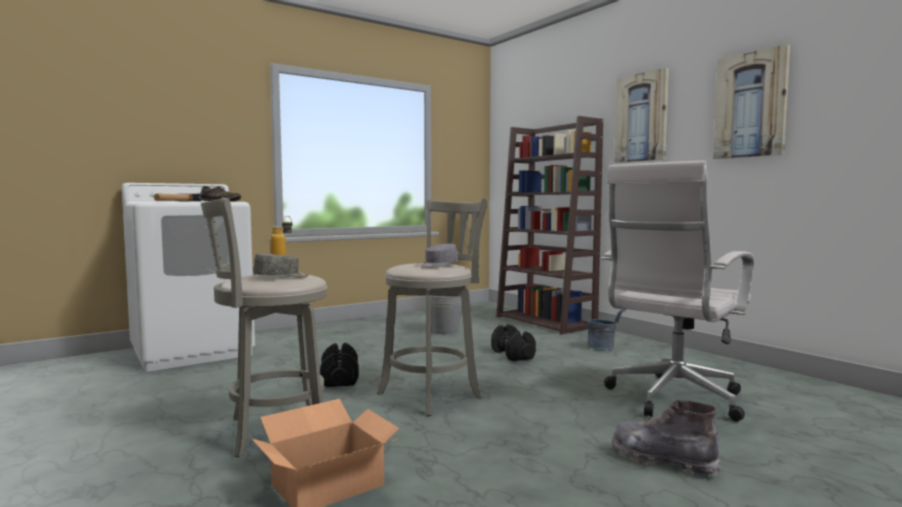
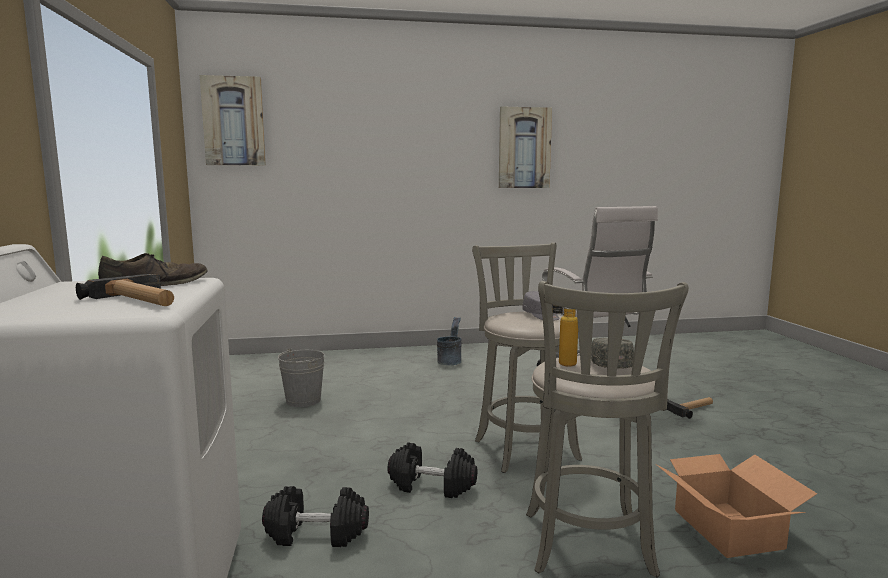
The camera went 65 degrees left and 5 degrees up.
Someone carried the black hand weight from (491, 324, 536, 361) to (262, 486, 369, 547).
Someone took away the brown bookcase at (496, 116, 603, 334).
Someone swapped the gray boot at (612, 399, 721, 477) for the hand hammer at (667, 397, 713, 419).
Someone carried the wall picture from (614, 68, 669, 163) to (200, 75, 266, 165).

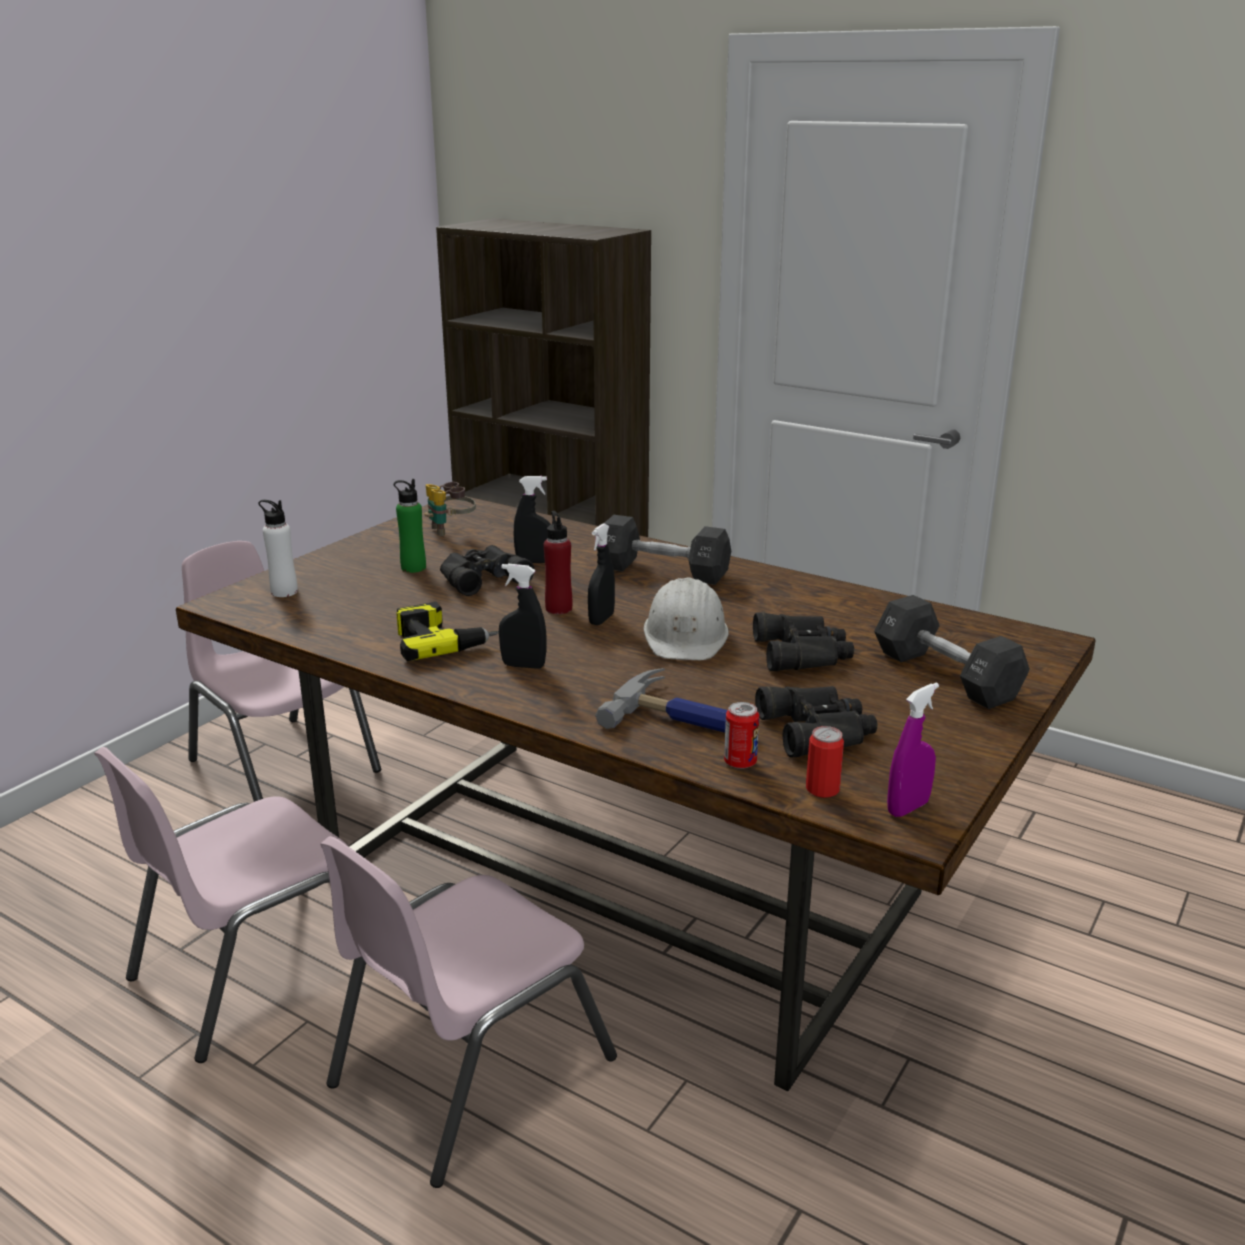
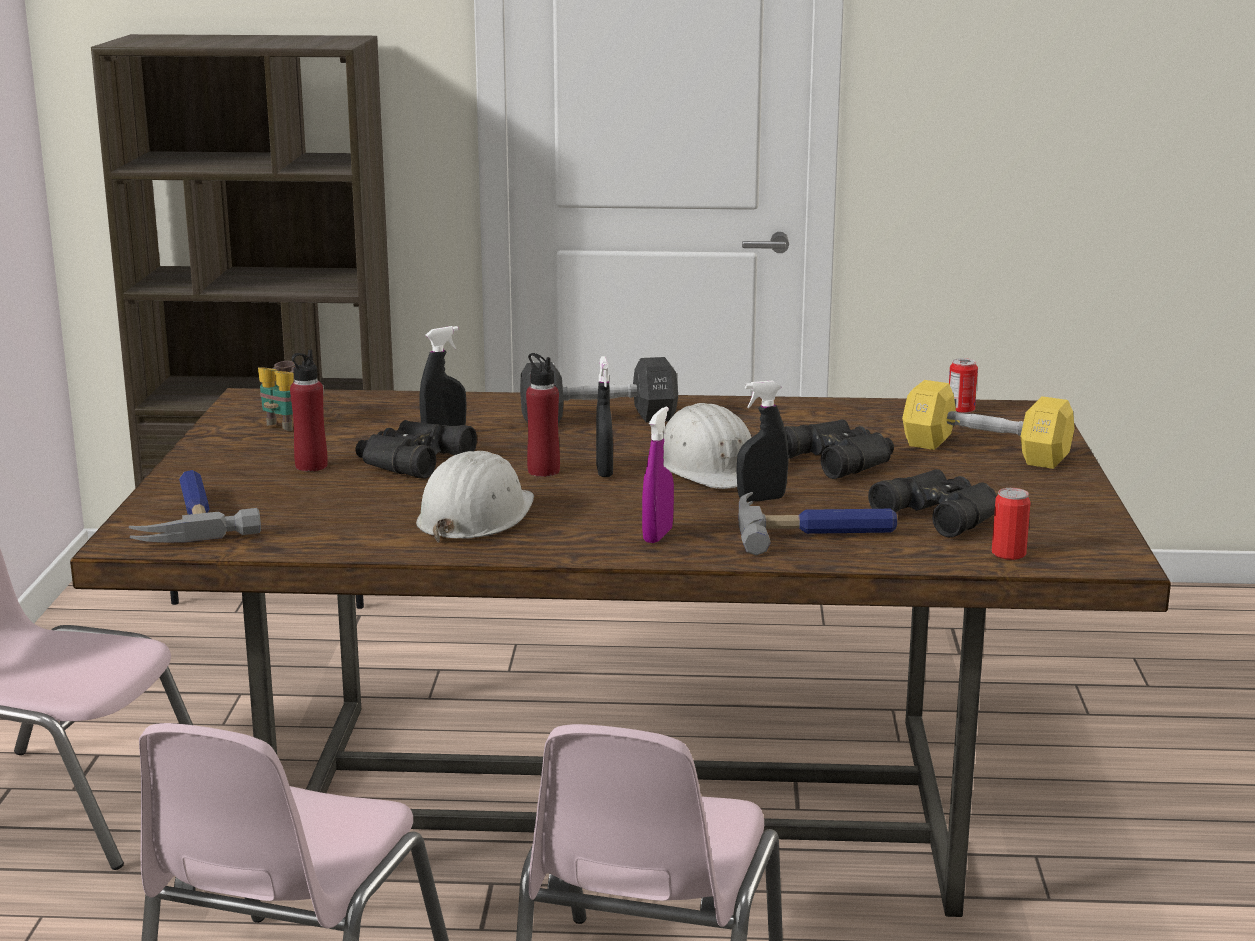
The camera went 30 degrees left and 5 degrees down.
Someone swapped the white beverage bottle at (258, 500, 298, 597) for the hand hammer at (129, 470, 261, 542).
Someone repainted the green-coloured beverage bottle at (394, 479, 426, 573), which became the red-coloured beverage bottle at (290, 350, 328, 471).
Someone swapped the drill at (396, 602, 499, 661) for the white work helmet at (416, 451, 534, 543).
Someone carried the black sprayer from (499, 564, 547, 669) to (736, 380, 788, 502).
Someone carried the can from (724, 702, 759, 769) to (949, 358, 978, 414).
Someone repainted the black hand weight at (874, 595, 1030, 709), which became the yellowish hand weight at (902, 380, 1074, 469).
Someone carried the purplish sprayer from (887, 683, 939, 817) to (642, 407, 674, 543).

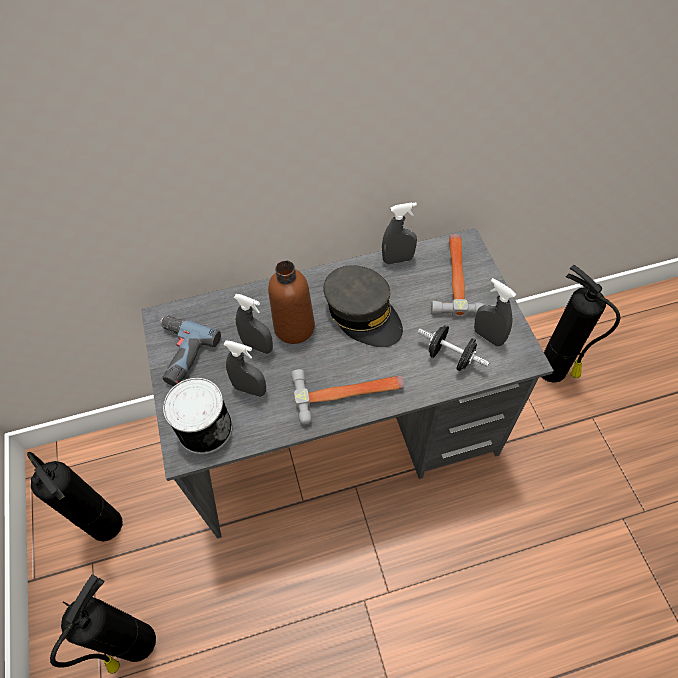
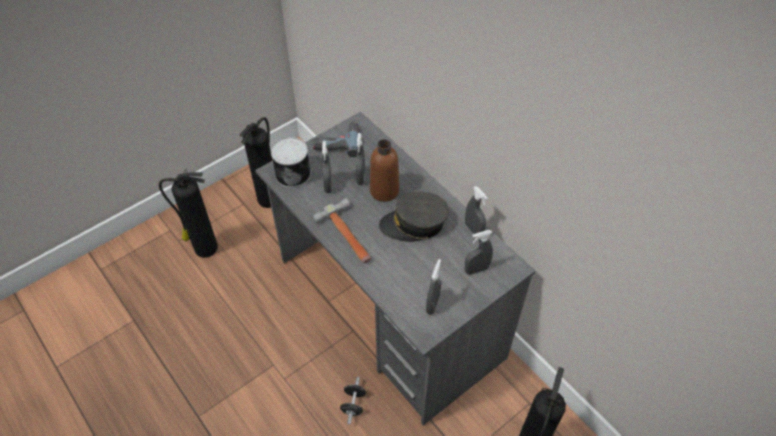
The camera went 65 degrees right and 5 degrees down.
Someone rotated the gray baseball cap at (324, 265, 403, 347) by 60 degrees clockwise.
Someone carried the black hand weight from (418, 325, 490, 371) to (340, 377, 366, 424).
Someone swapped the hand hammer at (431, 234, 484, 318) for the gray sprayer at (465, 230, 493, 275).

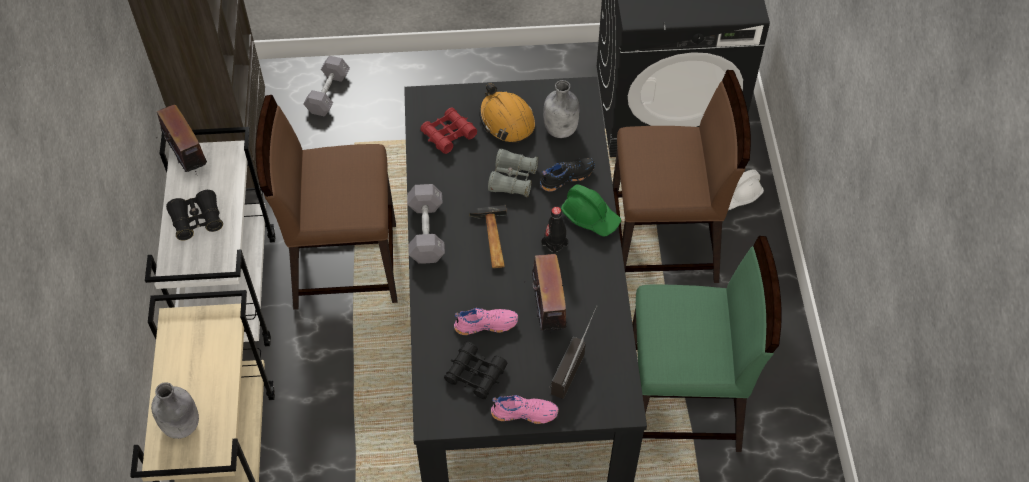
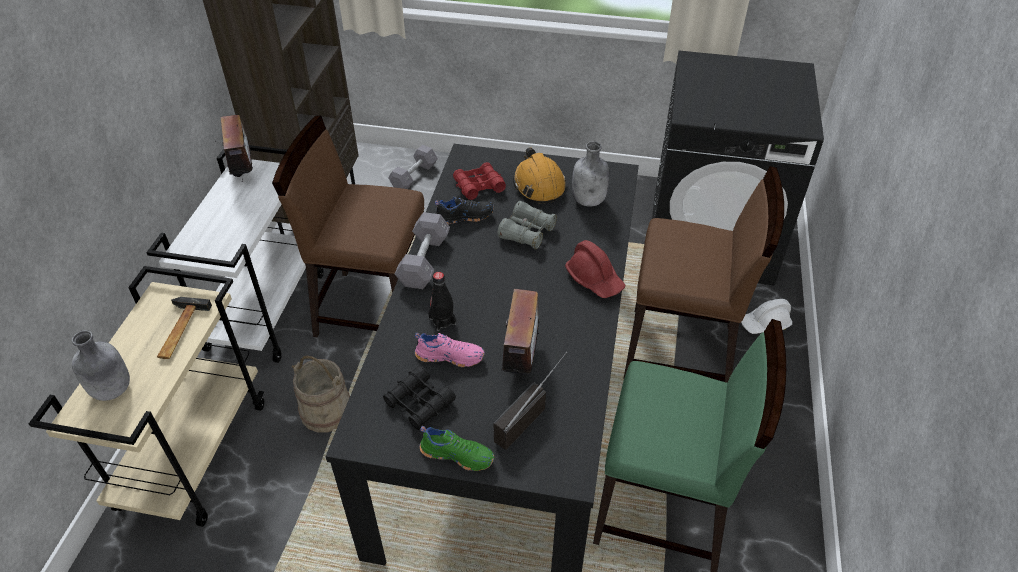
The camera went 15 degrees right and 10 degrees down.
Someone took away the black field glasses at (166, 190, 223, 241).
Someone carried the hand hammer from (469, 205, 506, 268) to (157, 297, 212, 359).
Someone repainted the pink-coloured low shoe at (491, 395, 559, 424), which became the green-coloured low shoe at (420, 426, 494, 471).
Someone carried the black low shoe from (540, 158, 595, 192) to (435, 196, 494, 225).
Someone carried the black beverage bottle from (542, 207, 568, 254) to (428, 272, 456, 332).
Someone repainted the green-coloured work helmet at (561, 184, 621, 237), which became the red-coloured work helmet at (565, 240, 625, 298).
Someone put down the beige-coloured pail at (292, 356, 350, 433).

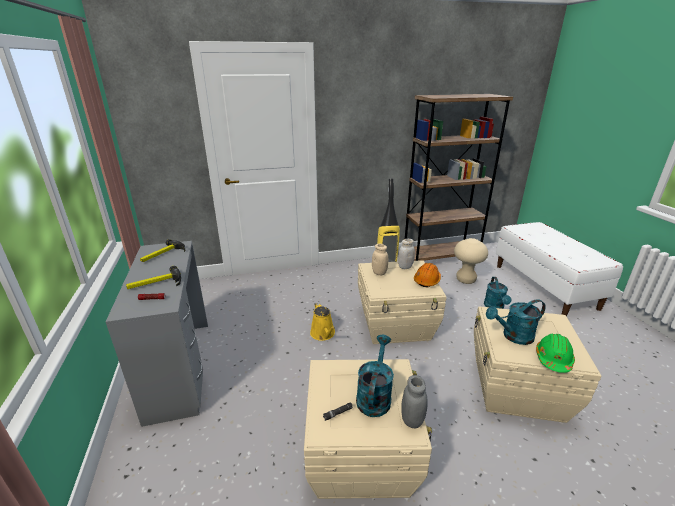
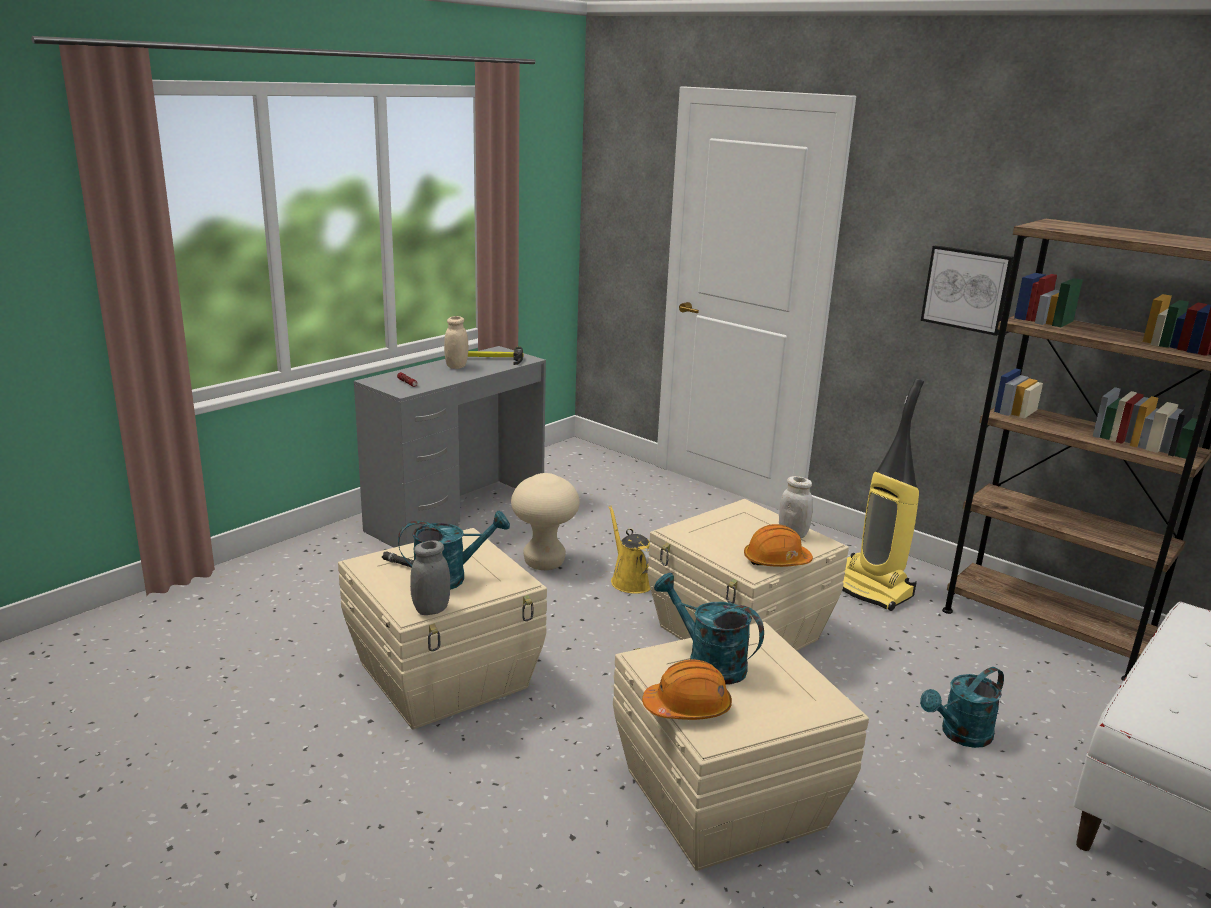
The camera went 55 degrees right and 5 degrees down.
Someone took away the hand hammer at (126, 266, 181, 289).
Someone rotated the yellowish watering pot at (310, 302, 335, 341) by 120 degrees clockwise.
Someone carried the beige-coloured preserve jar from (372, 244, 388, 275) to (444, 316, 468, 369).
Someone carried the beige-coloured stool seat from (454, 238, 488, 284) to (511, 473, 580, 570).
Someone repainted the green-coloured work helmet at (536, 334, 575, 373), which became the orange-coloured work helmet at (642, 659, 732, 720).
Someone put up the wall picture at (921, 245, 1013, 336).

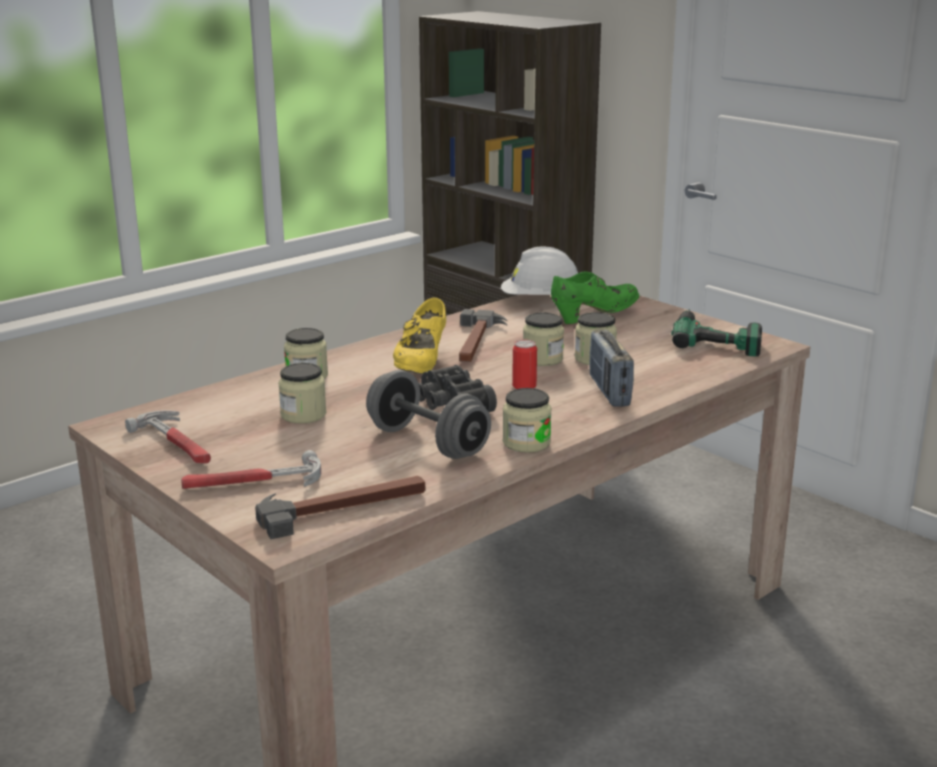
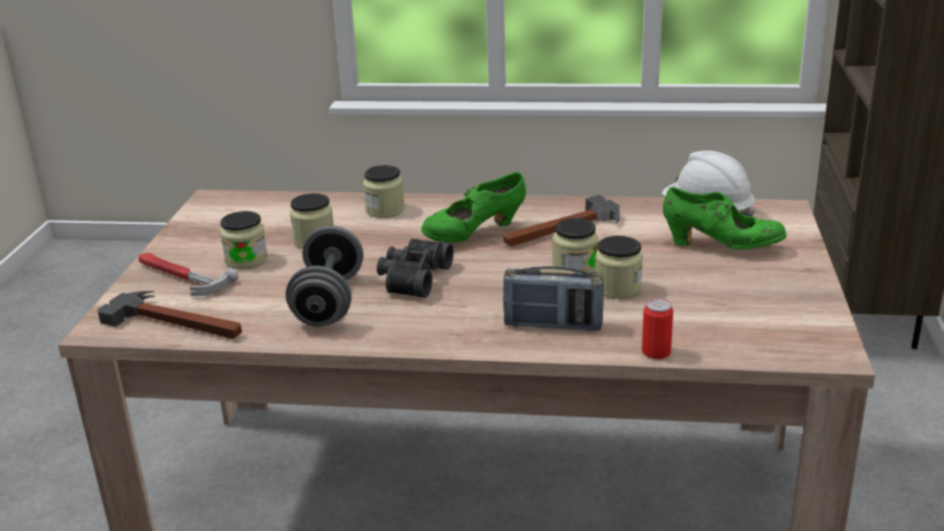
The camera went 50 degrees right and 5 degrees up.
Someone took away the hand hammer at (125, 410, 211, 463).
Someone repainted the yellowish low shoe at (393, 298, 446, 374), which became the green-coloured low shoe at (421, 172, 526, 243).
Someone carried the preserve jar from (503, 388, 552, 453) to (220, 211, 268, 269).
Someone carried the can from (512, 340, 537, 389) to (642, 298, 673, 359).
Someone rotated the radio set at (589, 330, 634, 407) by 120 degrees counterclockwise.
Someone took away the drill at (671, 309, 762, 357).

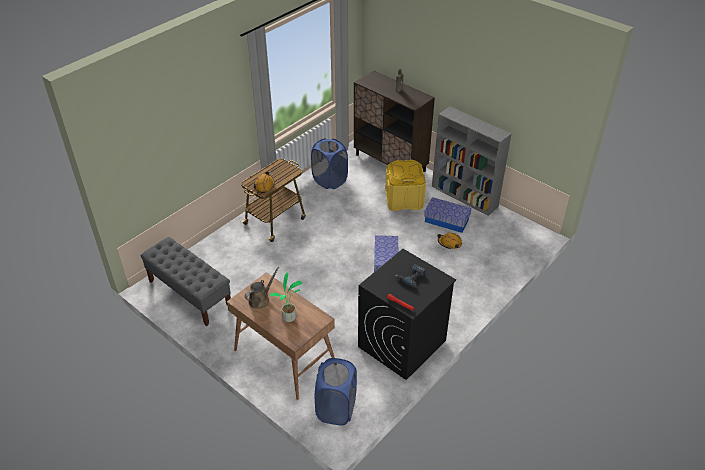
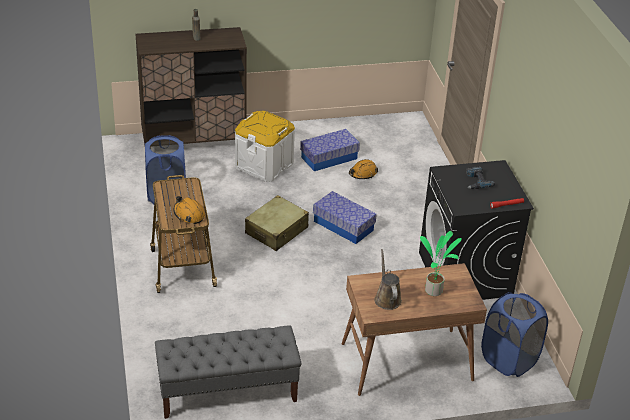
The camera went 55 degrees left and 5 degrees down.
Someone repainted the yellowish storage container at (385, 159, 426, 211), which became the white storage container at (235, 111, 295, 182).
Someone took away the gray bookcase at (432, 106, 511, 216).
Someone put down the beige-coloured piece of luggage at (245, 195, 309, 251).

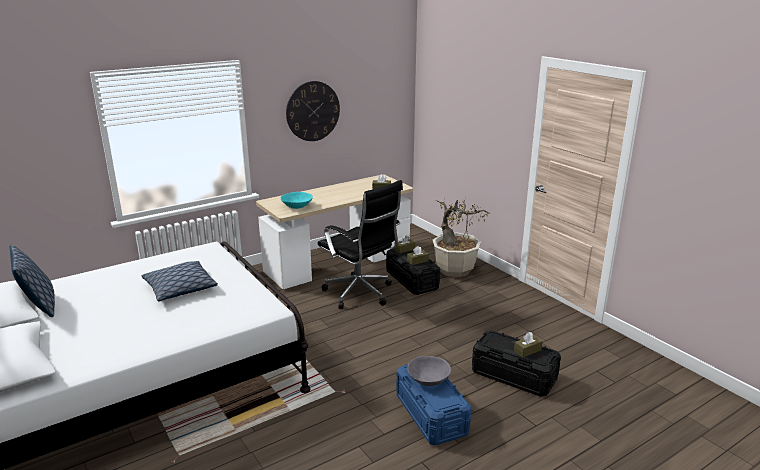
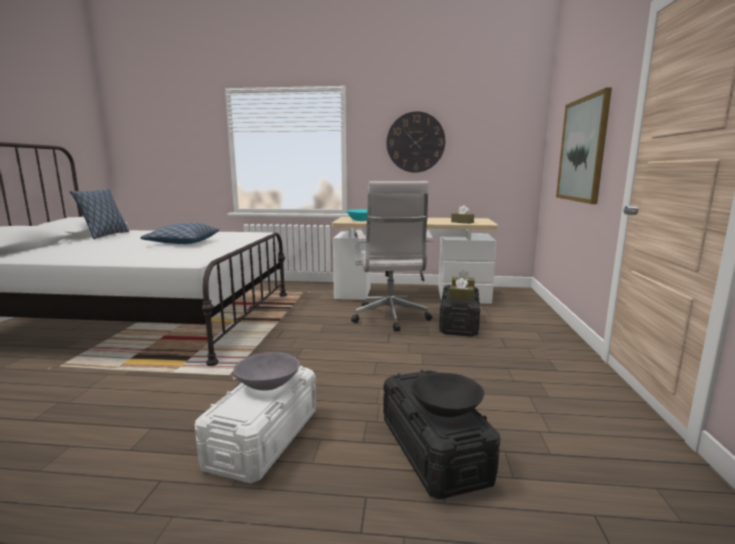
The camera went 40 degrees right and 10 degrees down.
Someone repainted the black office chair at (318, 180, 403, 309), which became the white office chair at (351, 181, 433, 332).
Someone repainted the blue-coloured storage container at (396, 364, 471, 445), which became the white storage container at (195, 366, 316, 483).
Someone took away the houseplant at (433, 198, 490, 277).
Someone swapped the brown tissue holder at (514, 332, 542, 357) for the black bowl at (411, 372, 484, 417).
Someone put up the wall picture at (556, 87, 612, 204).

